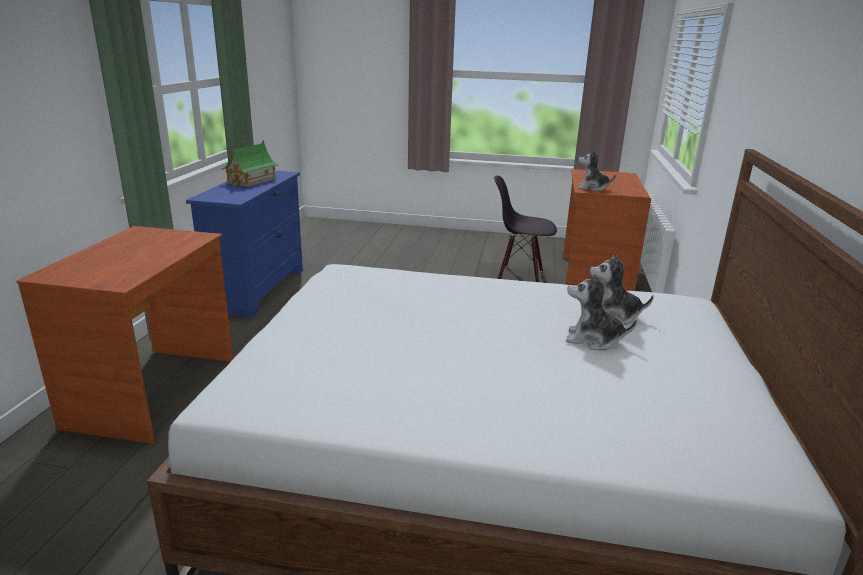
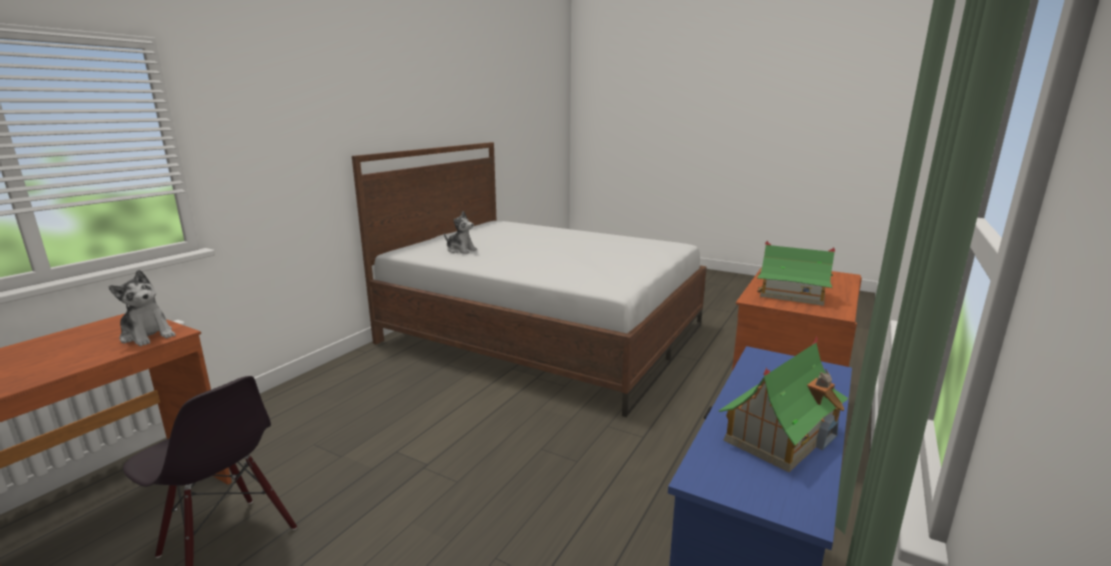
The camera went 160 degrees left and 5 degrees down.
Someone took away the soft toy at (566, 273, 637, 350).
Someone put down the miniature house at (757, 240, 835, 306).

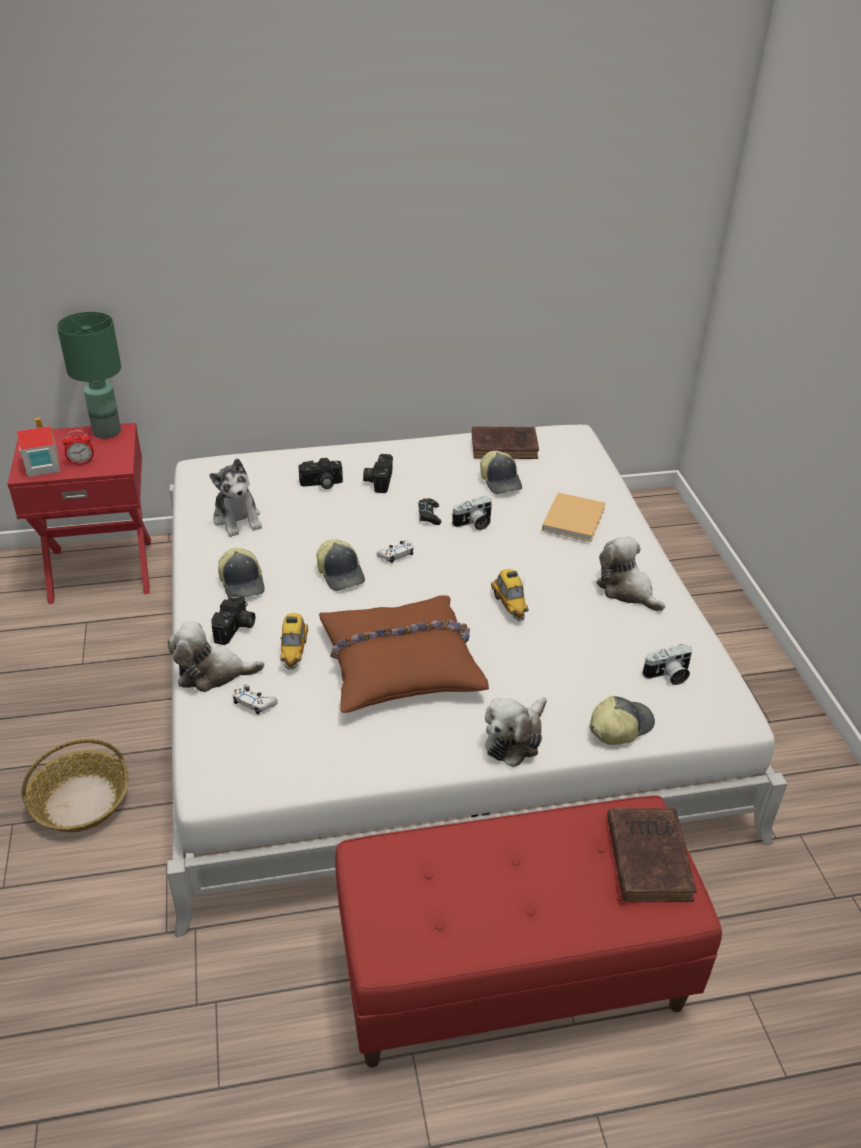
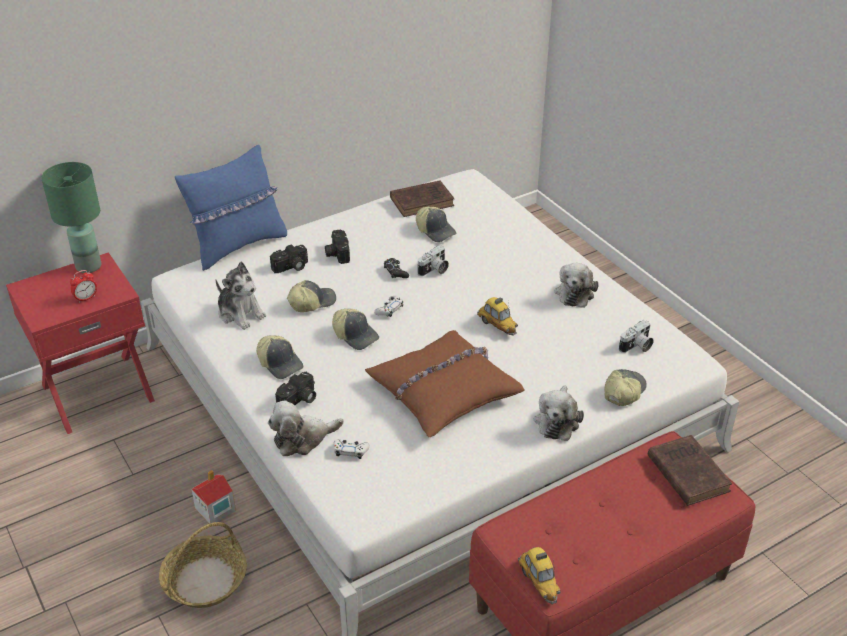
The camera went 20 degrees left and 0 degrees up.
Someone carried the miniature house from (17, 417, 61, 477) to (192, 470, 236, 524).
Someone rotated the photo camera at (211, 594, 256, 645) by 45 degrees clockwise.
Someone carried the model car from (280, 613, 308, 670) to (518, 547, 561, 604).
Someone took away the beige-coloured book at (542, 492, 606, 542).
Someone rotated the soft toy at (596, 536, 665, 611) by 105 degrees counterclockwise.
Someone put down the blue-coloured pillow at (175, 145, 287, 271).
Someone put down the baseball cap at (287, 280, 336, 312).

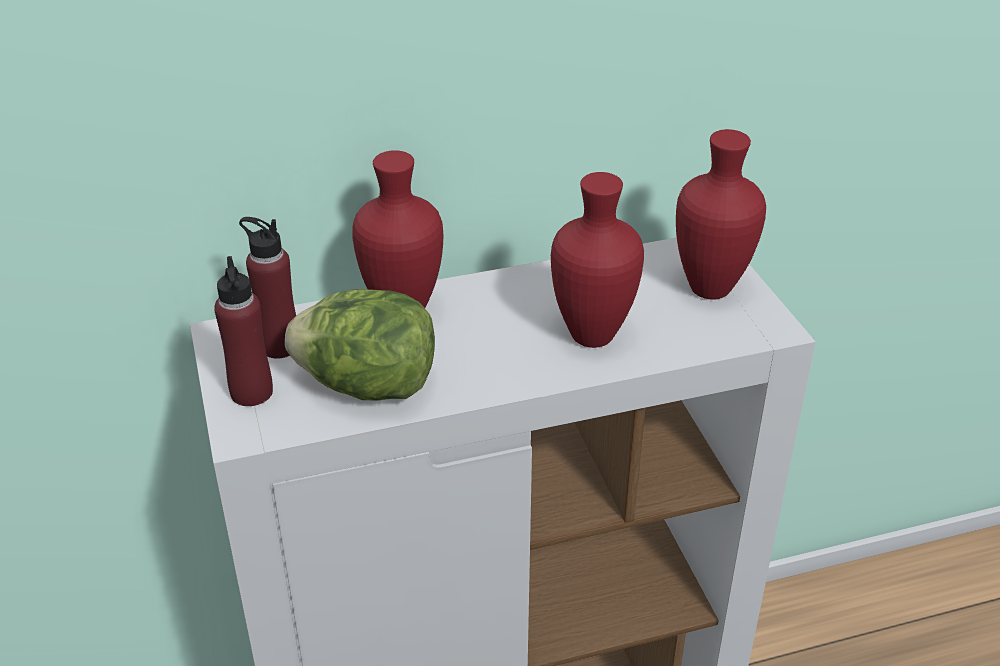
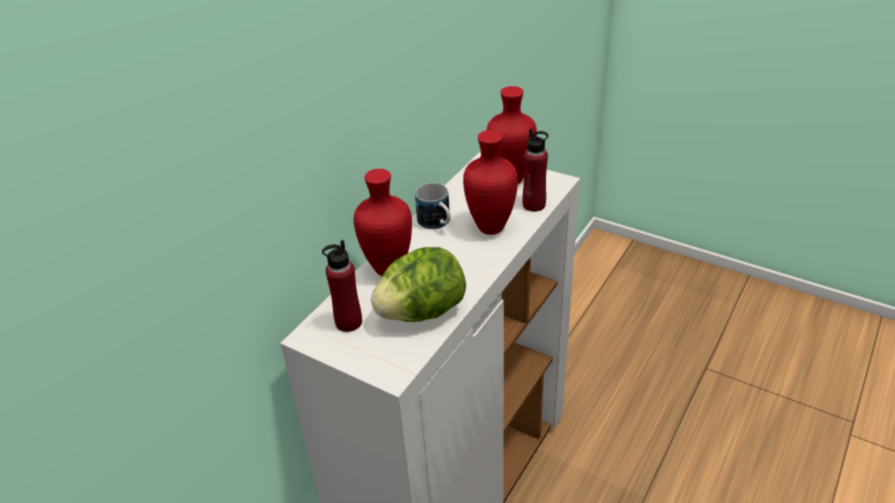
The camera went 40 degrees left and 0 degrees up.
Someone carried the red-coloured beverage bottle from (214, 256, 273, 406) to (522, 128, 548, 212).
Someone put down the mug at (415, 183, 450, 229).

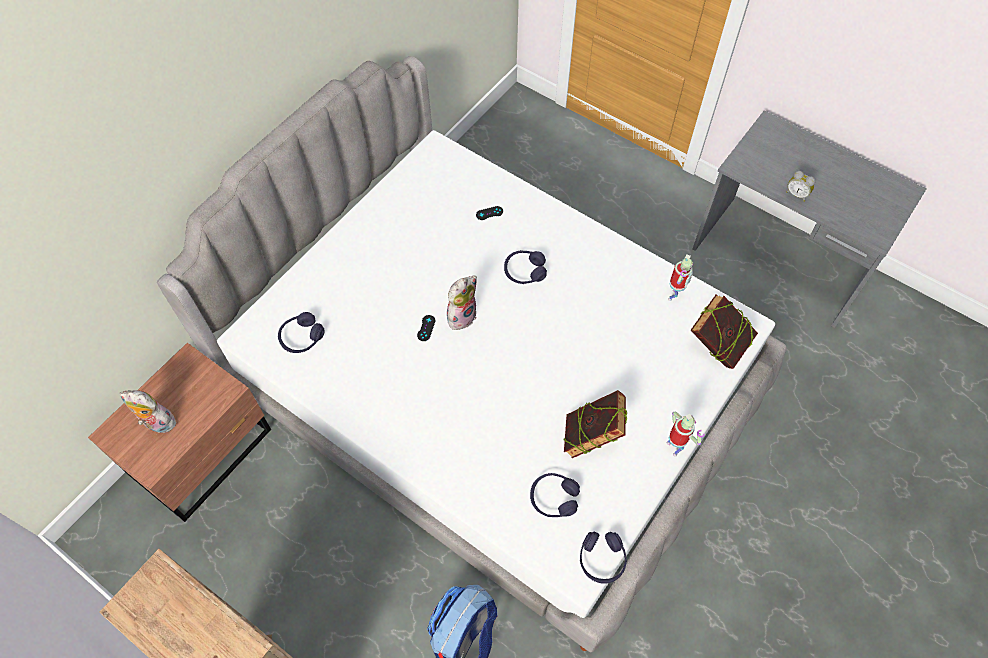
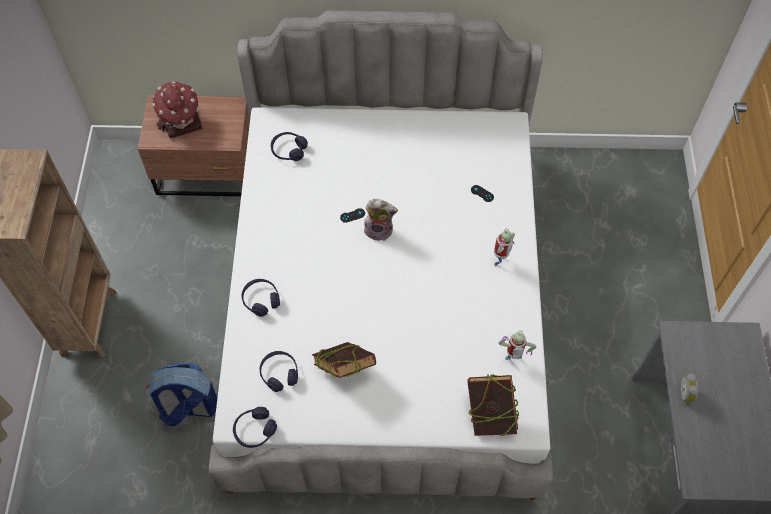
The camera went 55 degrees right and 0 degrees up.
Someone swapped the soft toy at (120, 390, 176, 433) for the miniature house at (152, 81, 203, 139).
Someone carried the purplish headphones from (504, 250, 547, 284) to (242, 279, 280, 317).
Someone carried the robot figure from (667, 412, 705, 457) to (494, 228, 515, 266).

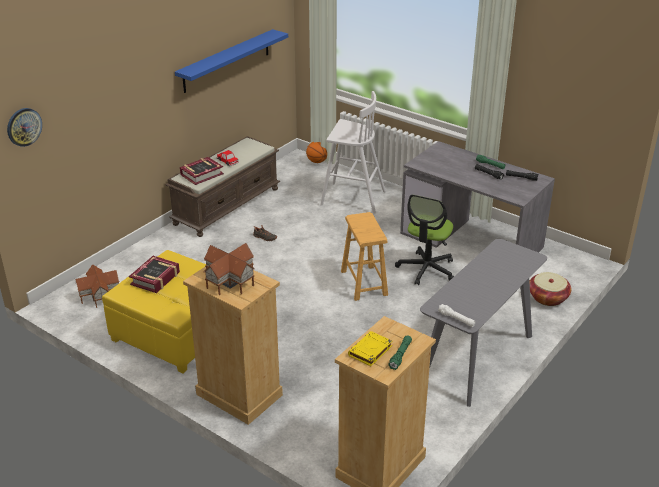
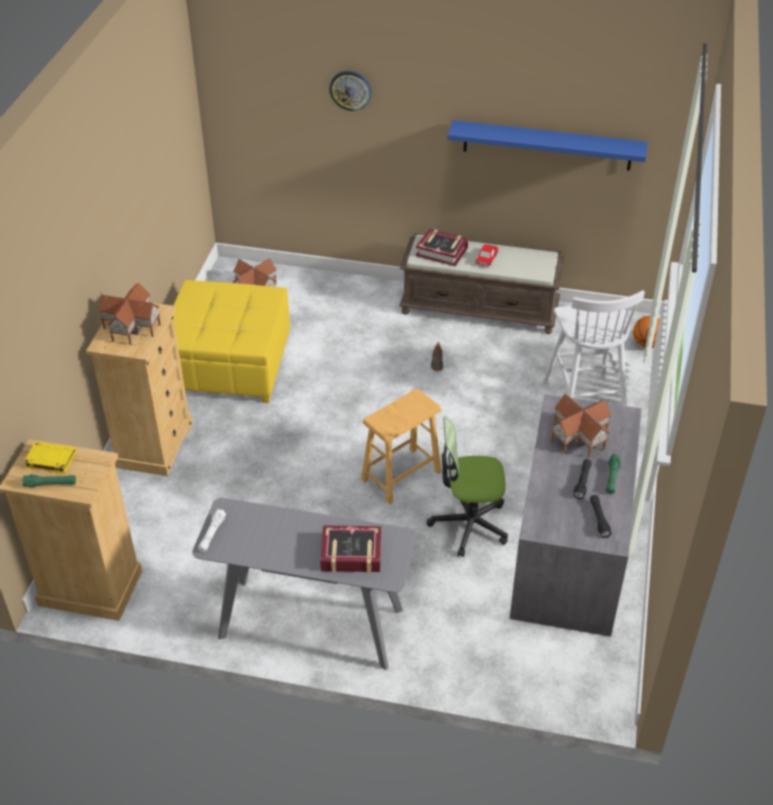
The camera went 65 degrees right and 10 degrees up.
Someone carried the wall clock from (7, 108, 42, 147) to (329, 71, 372, 111).
Someone carried the book from (129, 256, 180, 293) to (320, 525, 381, 574).
Someone took away the storage basket at (529, 272, 571, 306).
Someone put down the miniature house at (551, 394, 612, 457).

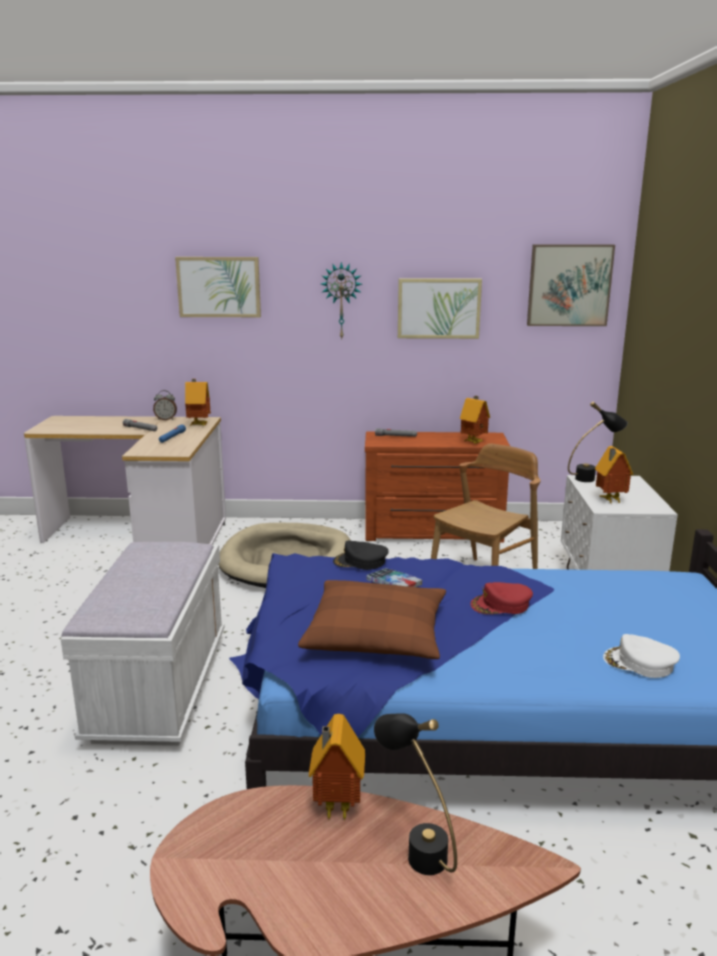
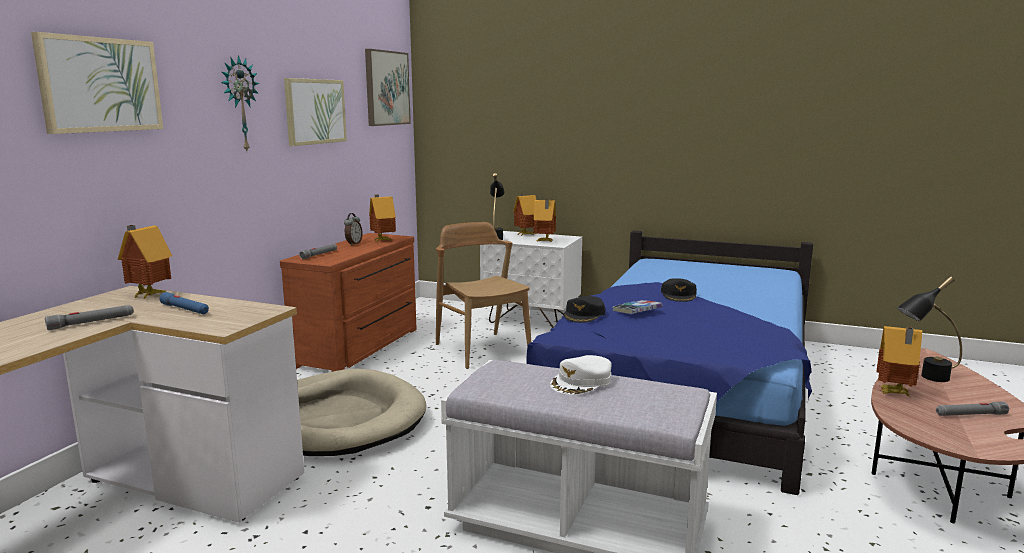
The camera went 70 degrees left and 5 degrees down.
Someone carried the alarm clock from (153, 390, 177, 420) to (344, 213, 363, 246).
Someone took away the brown pillow at (298, 580, 446, 659).
Someone repainted the red-coloured baseball cap at (470, 582, 533, 614), which became the black baseball cap at (661, 278, 697, 302).
Someone carried the white baseball cap from (603, 634, 680, 678) to (550, 355, 611, 395).
Someone put down the miniature house at (513, 193, 536, 236).
Someone put down the gray hand torch at (936, 402, 1009, 416).

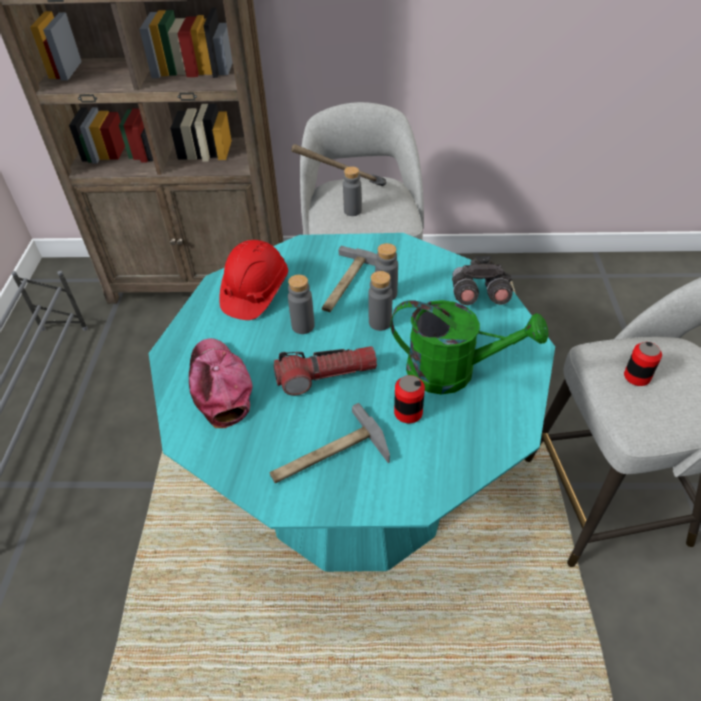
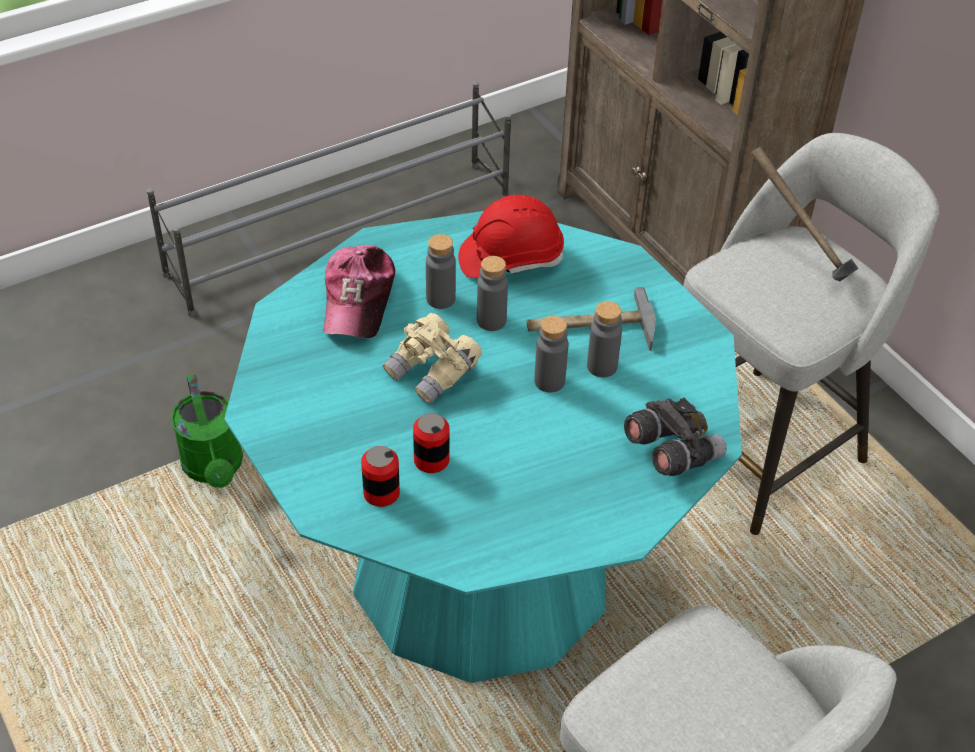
The camera went 55 degrees right and 0 degrees up.
Someone rotated the baseball cap at (189, 338, 252, 428) by 150 degrees clockwise.
Someone took away the hand hammer at (270, 403, 390, 483).
Someone swapped the hand torch at (274, 346, 377, 396) for the beige-coloured field glasses at (383, 313, 482, 404).
Someone carried the gray beverage bottle from (343, 166, 362, 216) to (426, 234, 456, 309).
Someone carried the green-coloured watering pot from (390, 300, 549, 394) to (171, 375, 243, 488).
Someone carried the can from (624, 342, 662, 386) to (361, 446, 400, 507).

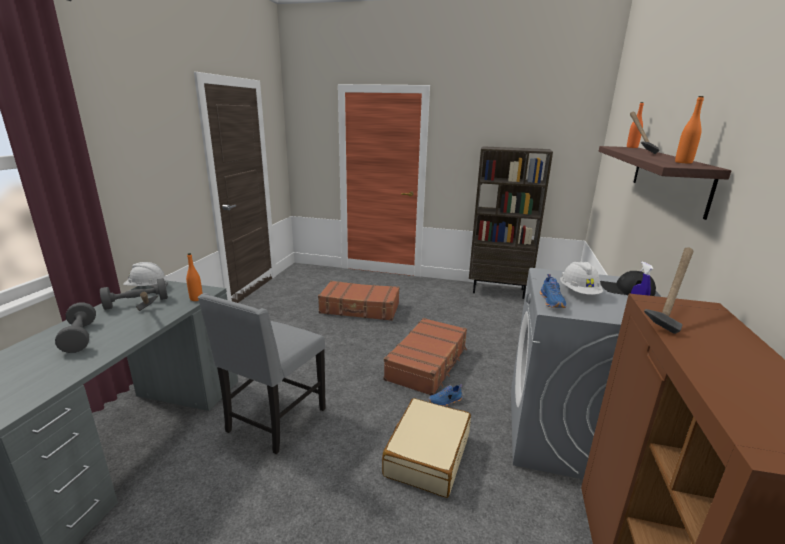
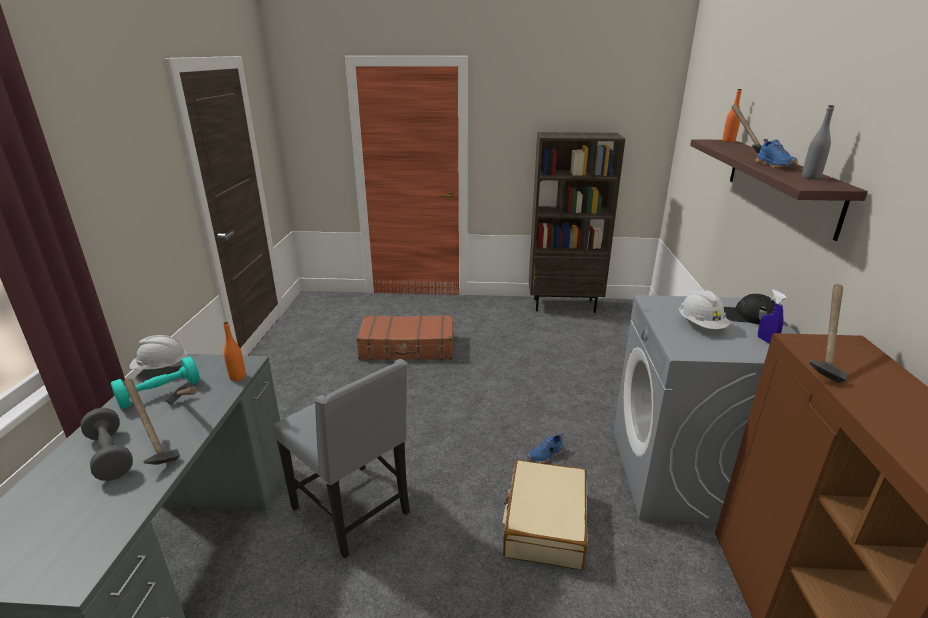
The camera went 10 degrees left and 5 degrees up.
Someone repainted the gray hand weight at (100, 278, 168, 310), which became the blue-green hand weight at (111, 356, 200, 409).
Someone rotated the gray plain chair at (198, 293, 326, 454) by 60 degrees counterclockwise.
Someone took away the brown piece of luggage at (383, 318, 467, 396).
Someone carried the blue-coloured low shoe from (540, 274, 566, 308) to (755, 139, 798, 168).
Someone repainted the orange-coloured beverage bottle at (675, 96, 704, 164), which became the gray beverage bottle at (802, 105, 834, 179).
Someone put down the hand hammer at (123, 378, 180, 465).

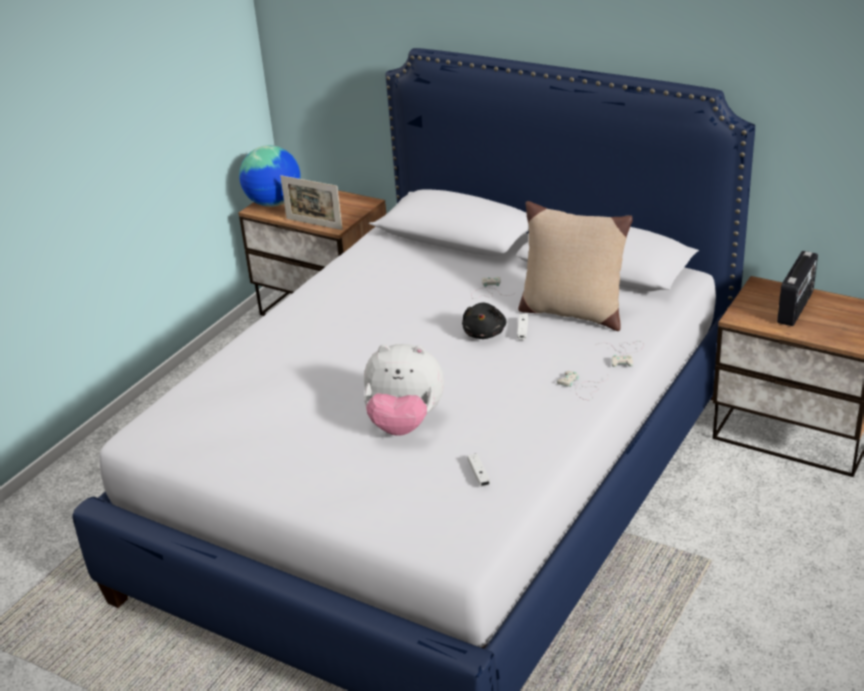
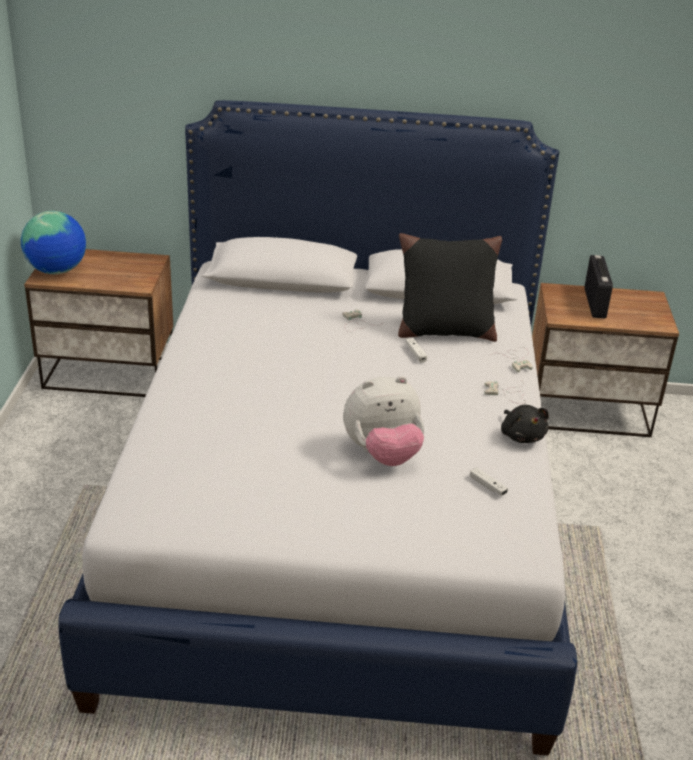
The camera went 30 degrees left and 0 degrees up.
Someone took away the standing frame at (280, 175, 342, 230).
Someone carried the black soft toy from (462, 302, 506, 339) to (501, 405, 549, 443).
Someone repainted the beige-coloured pillow at (518, 201, 633, 331), which became the black pillow at (398, 233, 502, 342).

